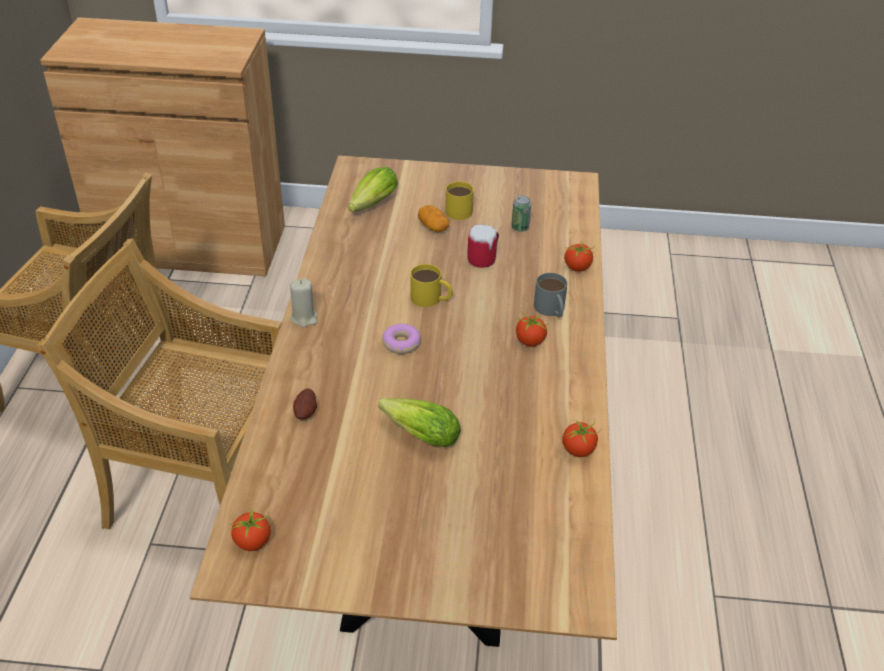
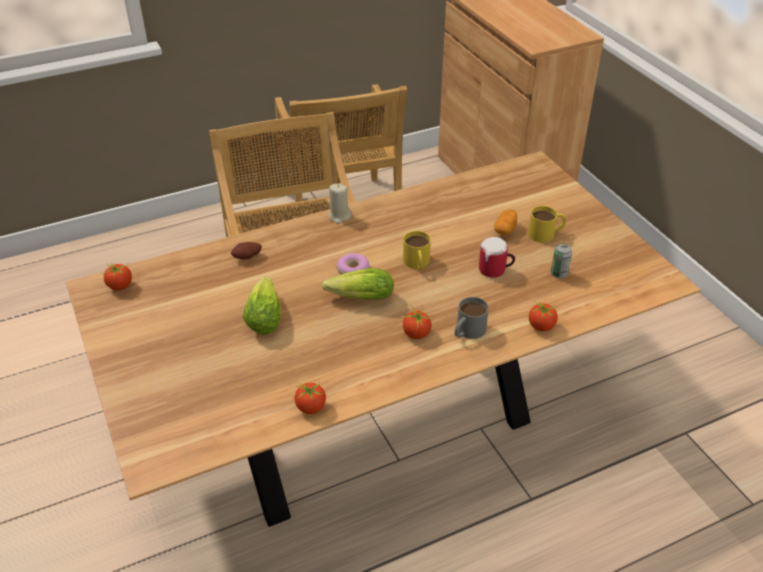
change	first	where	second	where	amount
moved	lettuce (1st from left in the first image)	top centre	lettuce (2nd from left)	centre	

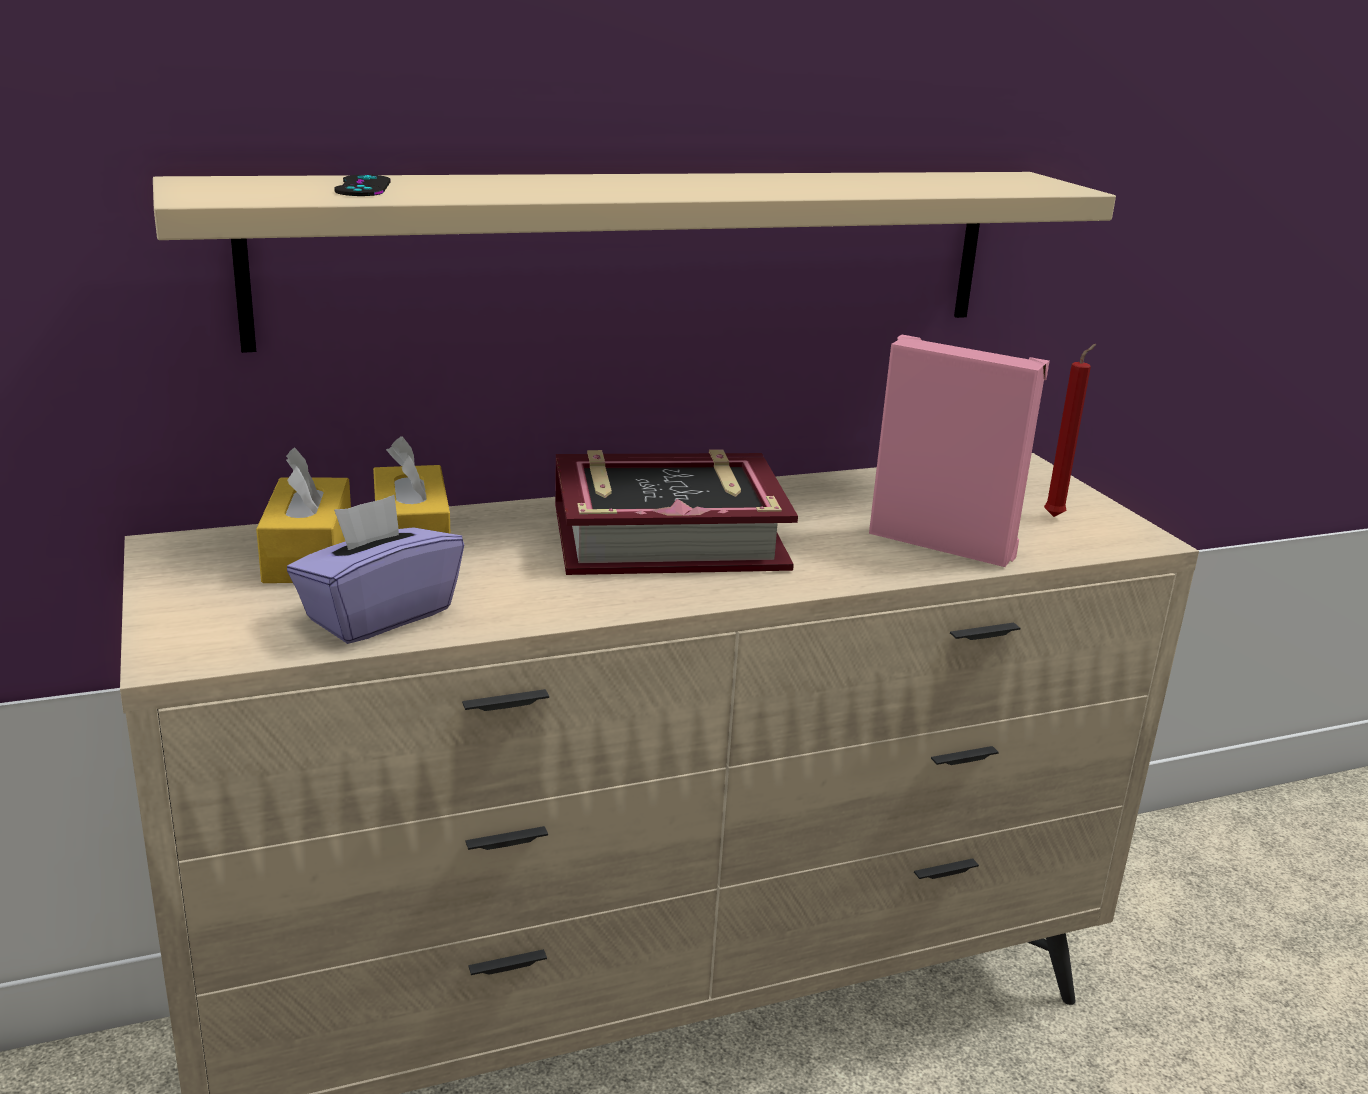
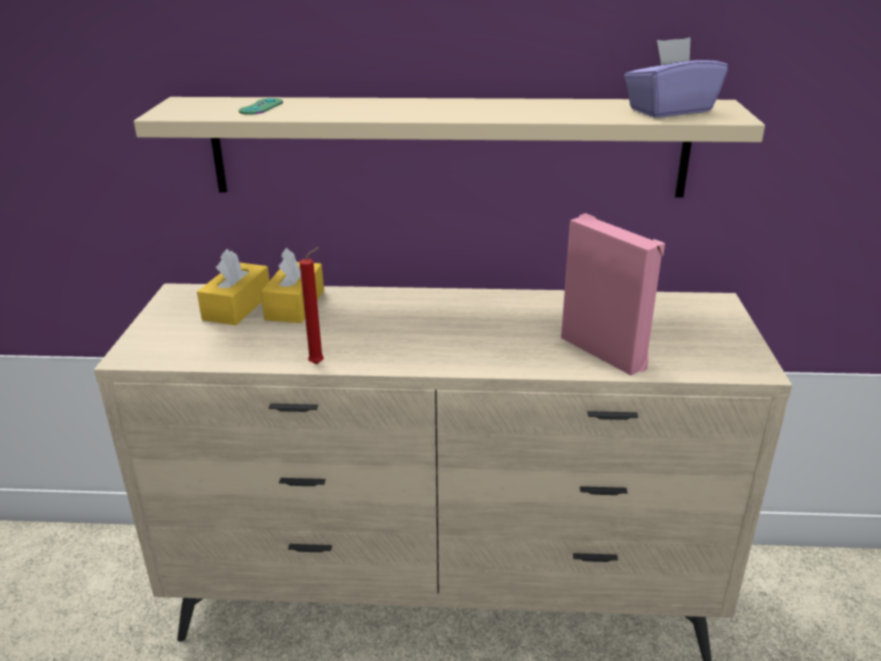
change	first	where	second	where	amount
recoloured	black_game_controller	top left	green_game_controller	top left	
moved	red_candle	middle right		centre	
removed	book	centre			
moved	purple_tissue_box	middle left		top right	

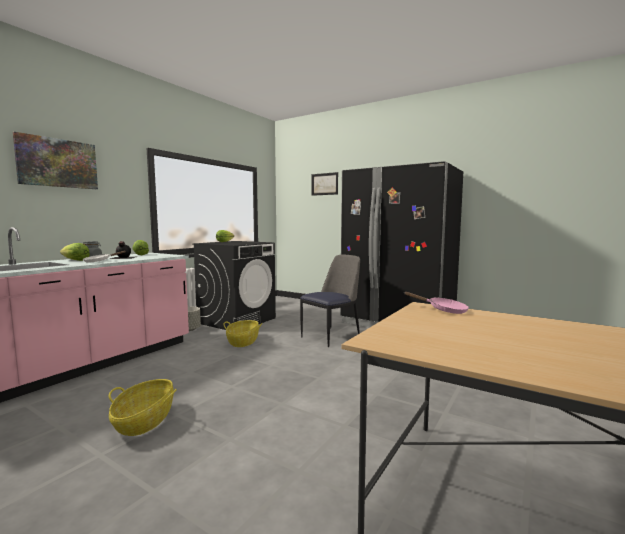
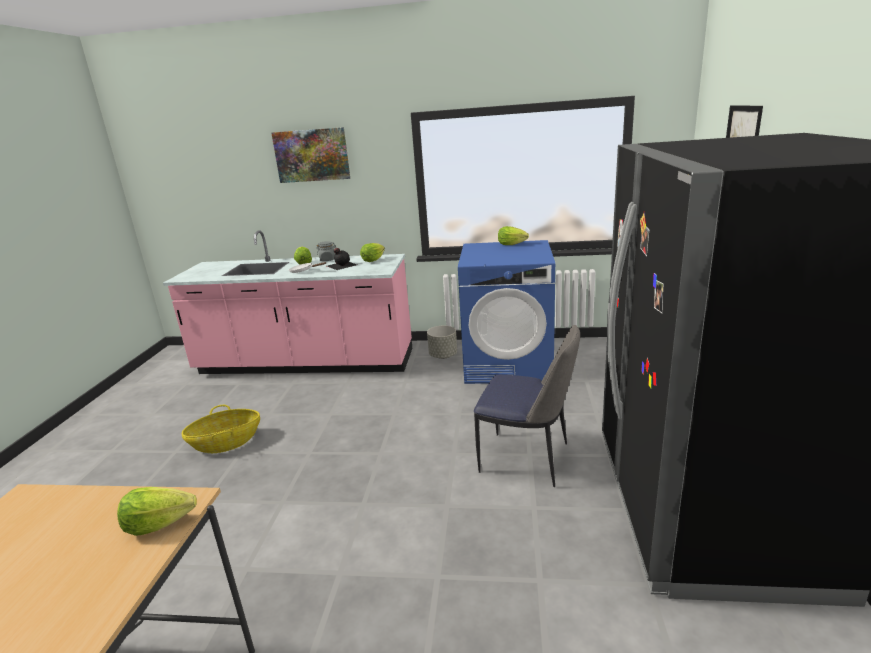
change	first	where	second	where	amount
recoloured	black_washing_machine	centre	blue_washing_machine	centre	
replaced	pink_frying_pan	middle right	lettuce (1st from left)	bottom left	
removed	basket (2nd from left)	centre			

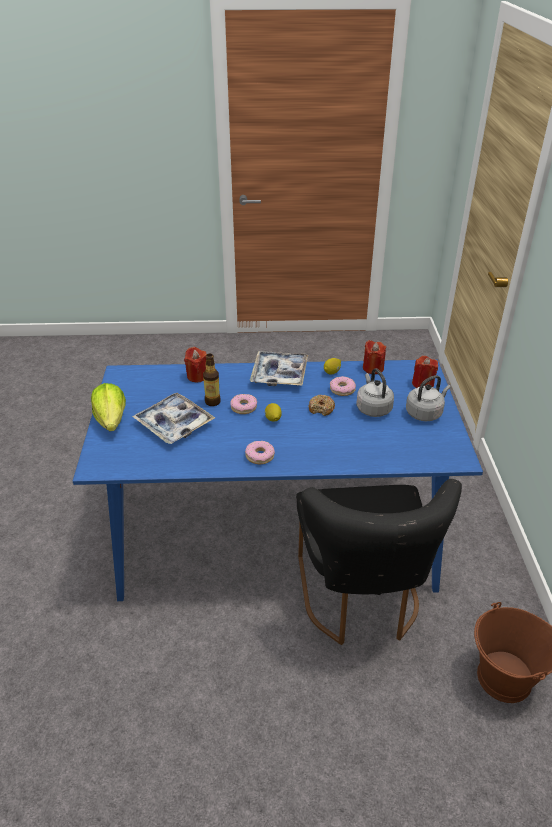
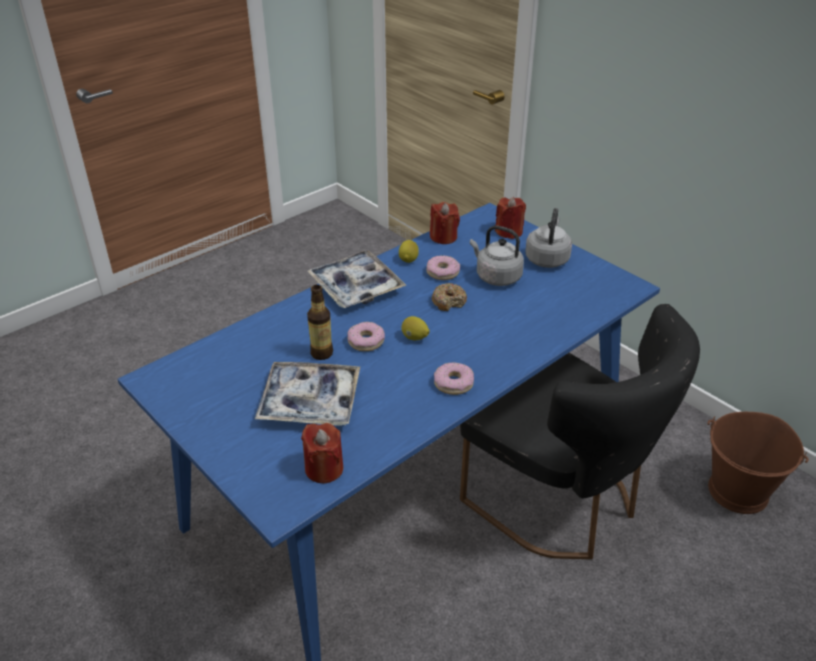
change	first	where	second	where	amount
moved	red_candle (1st from left)	centre		bottom centre	
removed	lettuce	middle left			

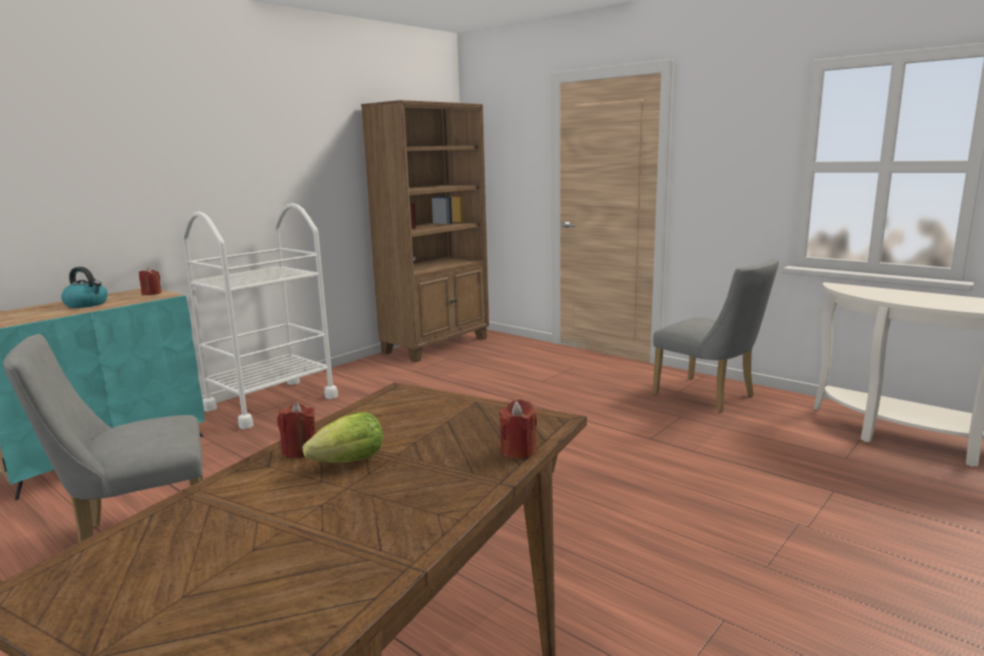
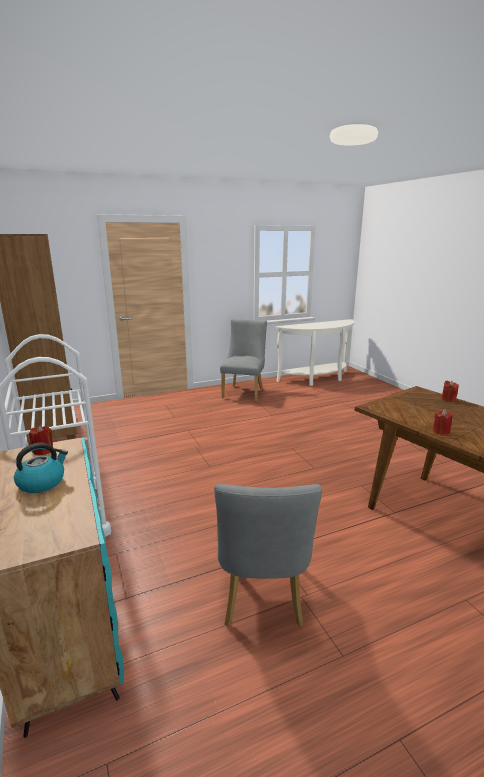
change	first	where	second	where	amount
turned	grey_chair (2nd from left in the first image)	middle right	grey_chair (1st from left)	centre	60 degrees counterclockwise
removed	lettuce	centre			

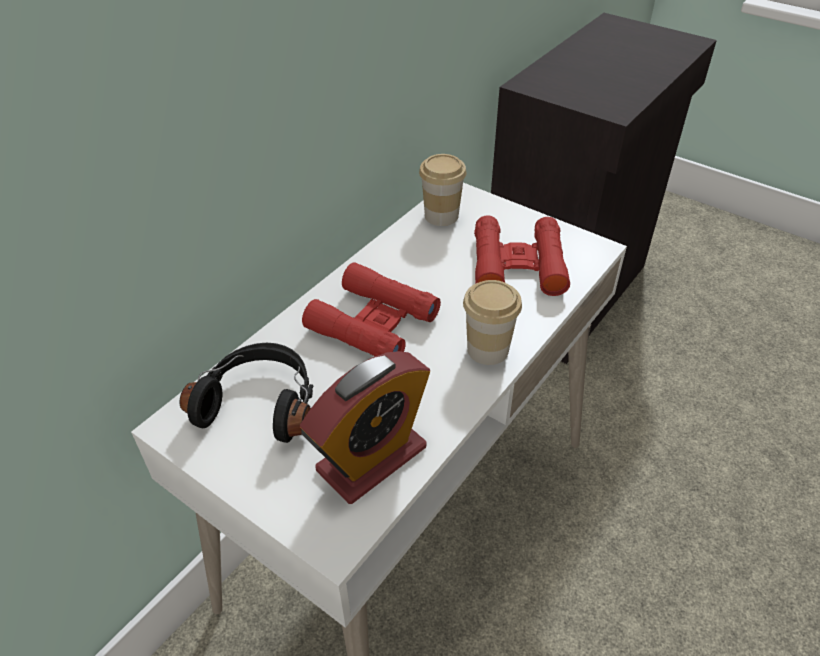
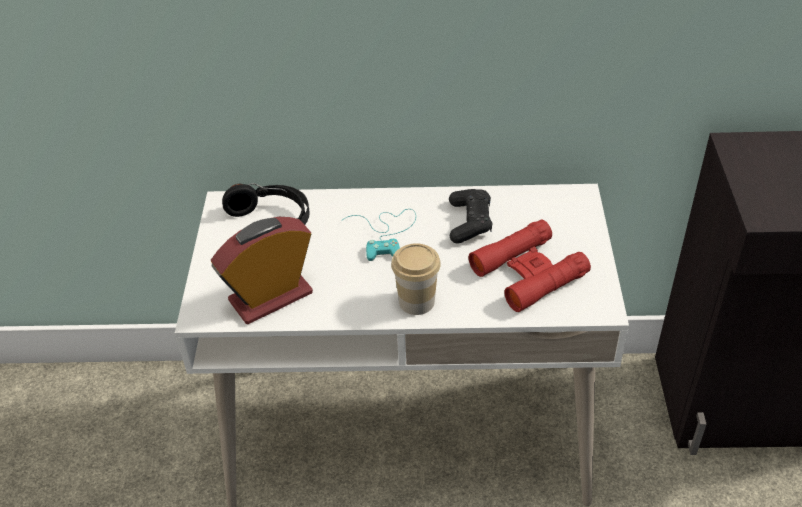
change	first	where	second	where	amount
removed	cup (1st from left)	top centre			
replaced	red_binoculars (1st from left)	centre	turquoise_game_controller	centre	
turned	alarm_clock	centre		middle left	135 degrees clockwise
added			black_game_controller	centre	

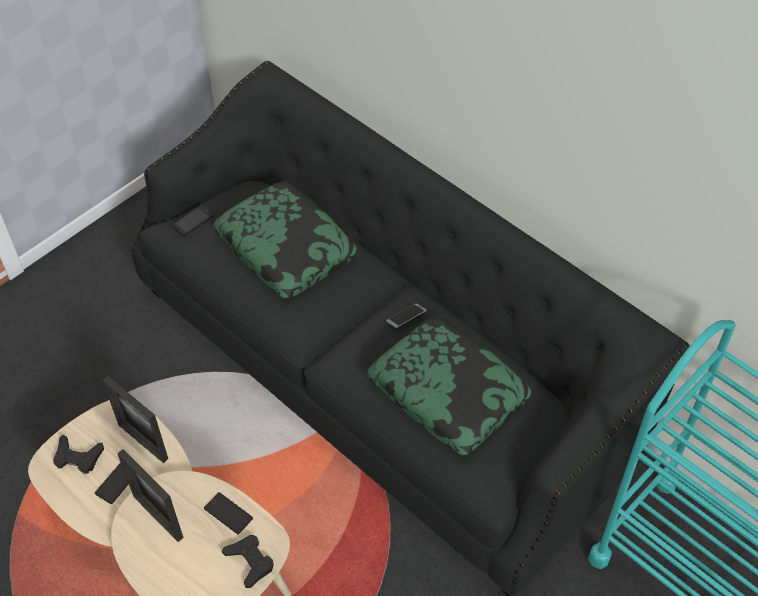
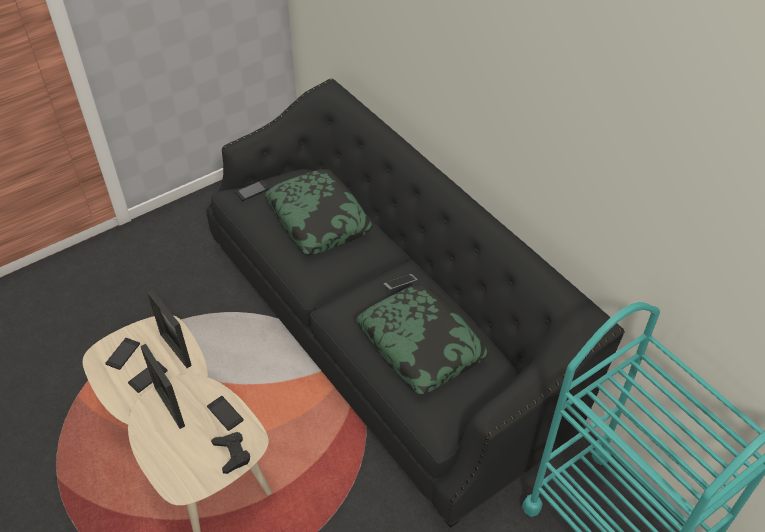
change	first	where	second	where	amount
replaced	black_game_controller (1st from left)	bottom left	phone (1st from left)	middle left	

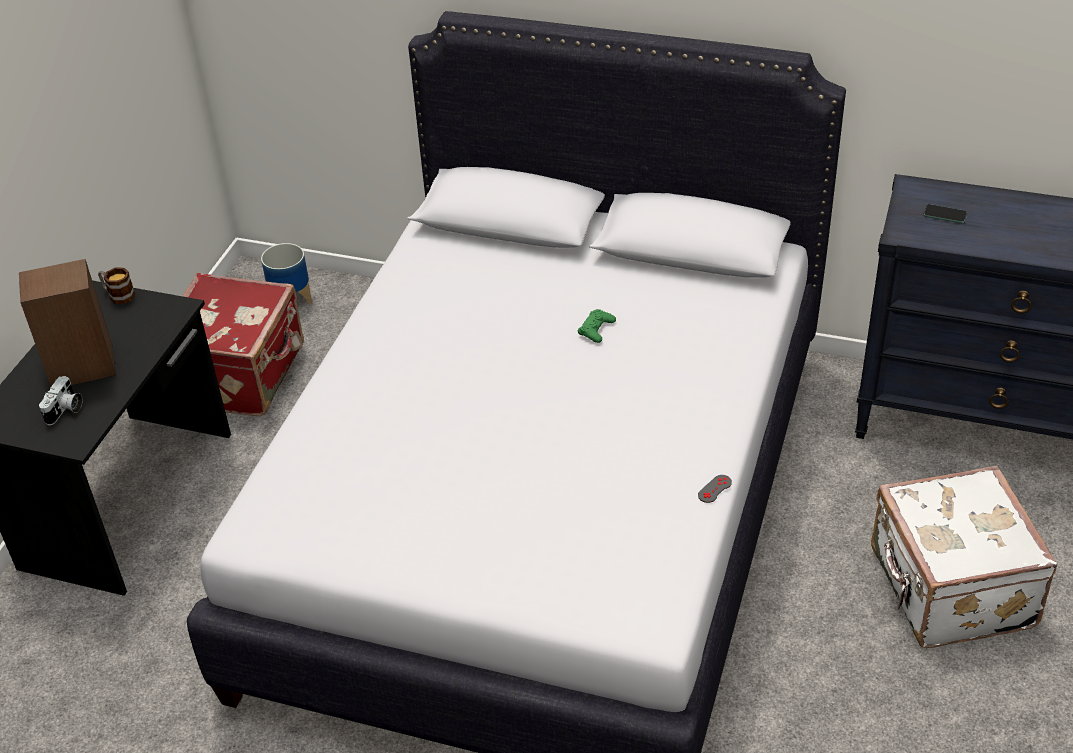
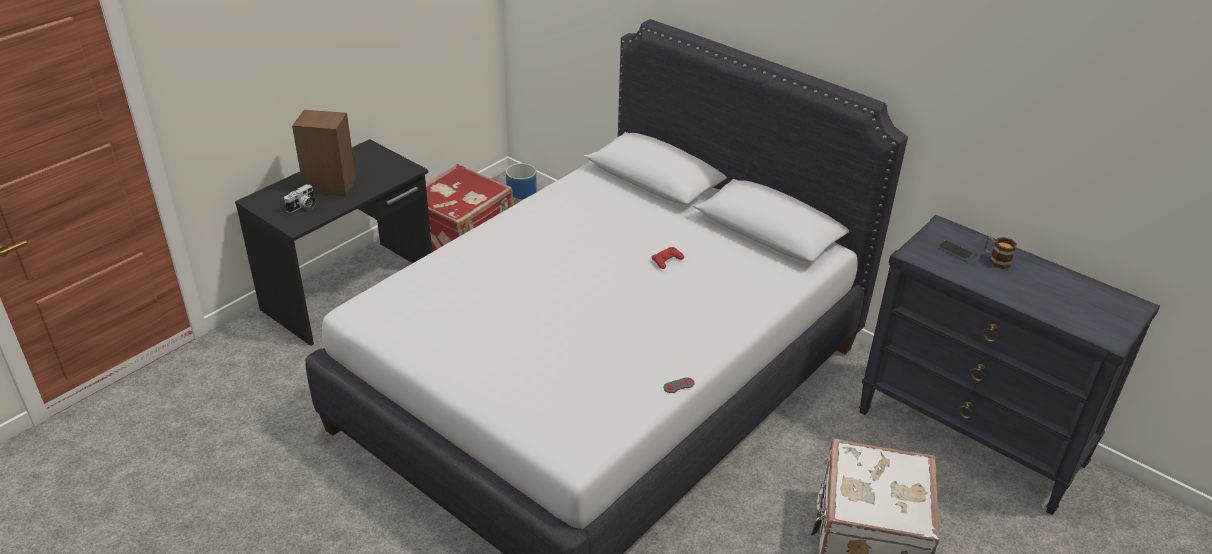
change	first	where	second	where	amount
moved	mug	middle left		middle right	
recoloured	green_game_controller	centre	red_game_controller	centre	

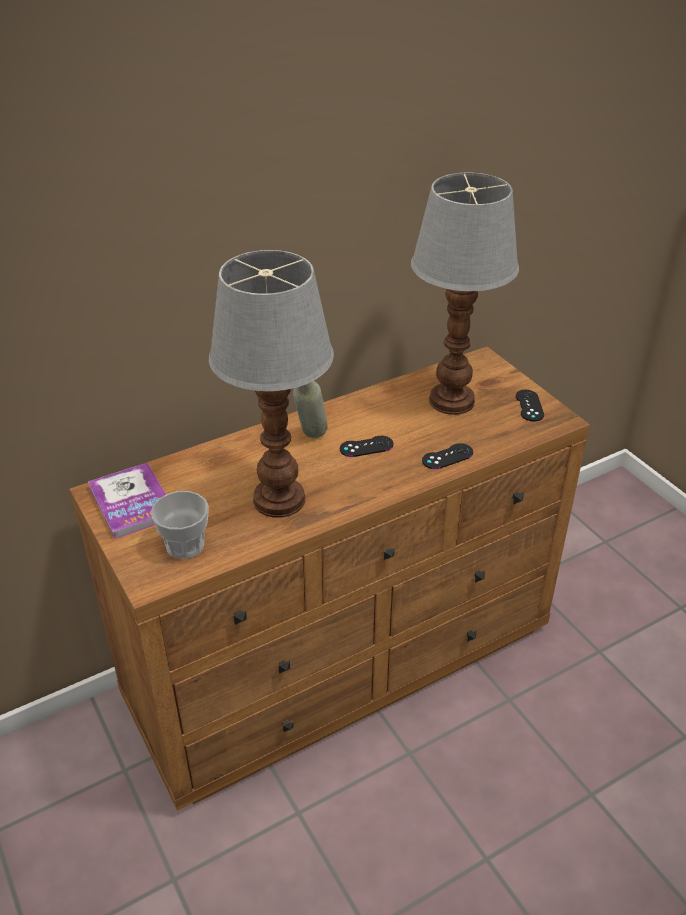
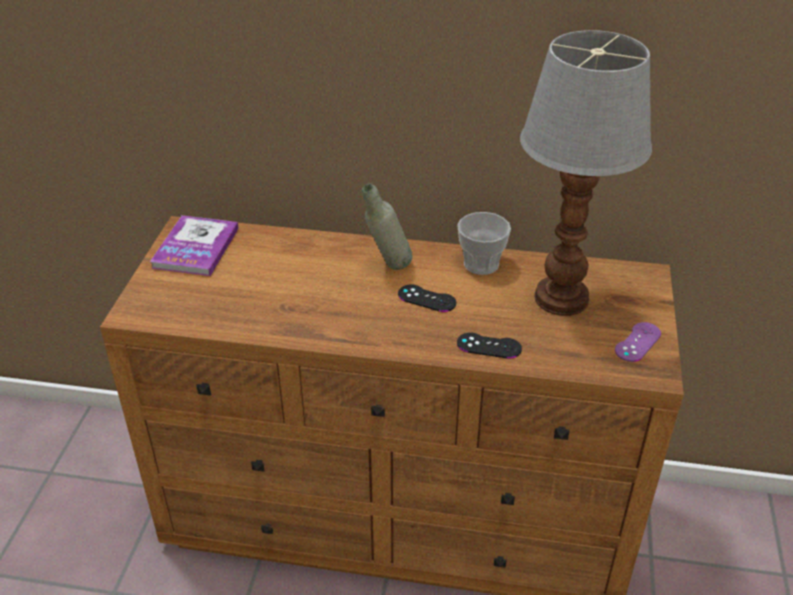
change	first	where	second	where	amount
removed	table_lamp (1st from left)	centre			
recoloured	black_game_controller (3rd from left)	middle right	purple_game_controller	middle right	
moved	cup	middle left		centre	

